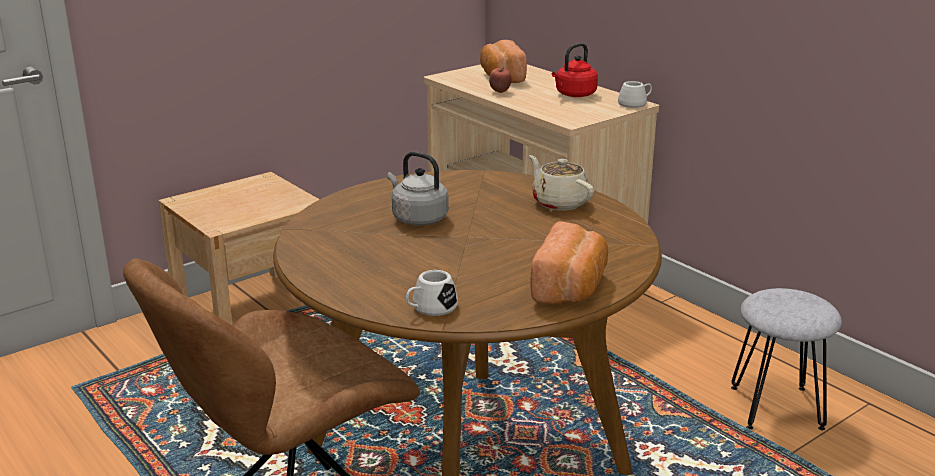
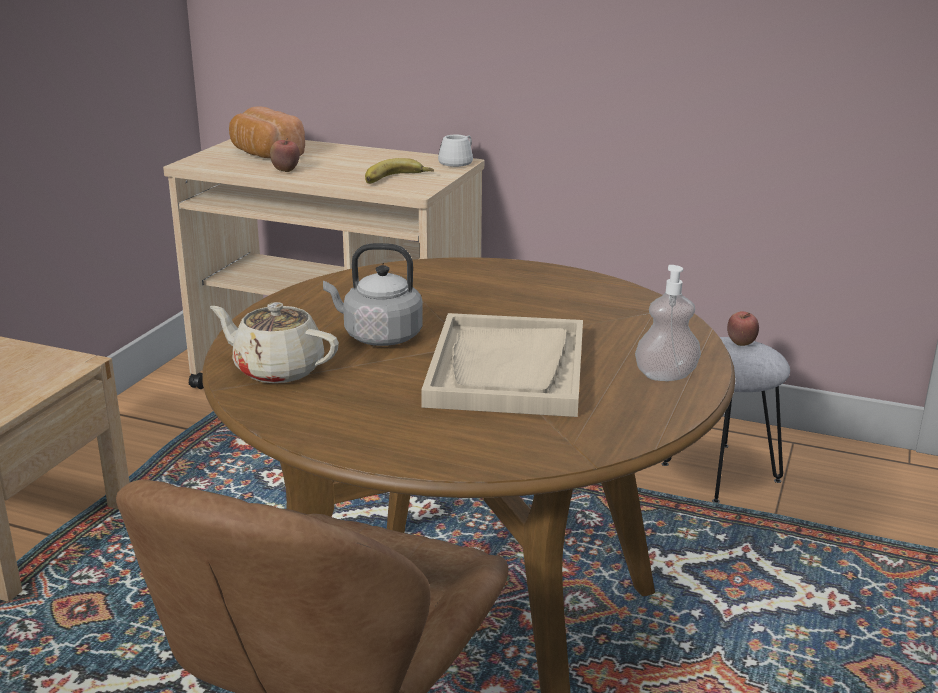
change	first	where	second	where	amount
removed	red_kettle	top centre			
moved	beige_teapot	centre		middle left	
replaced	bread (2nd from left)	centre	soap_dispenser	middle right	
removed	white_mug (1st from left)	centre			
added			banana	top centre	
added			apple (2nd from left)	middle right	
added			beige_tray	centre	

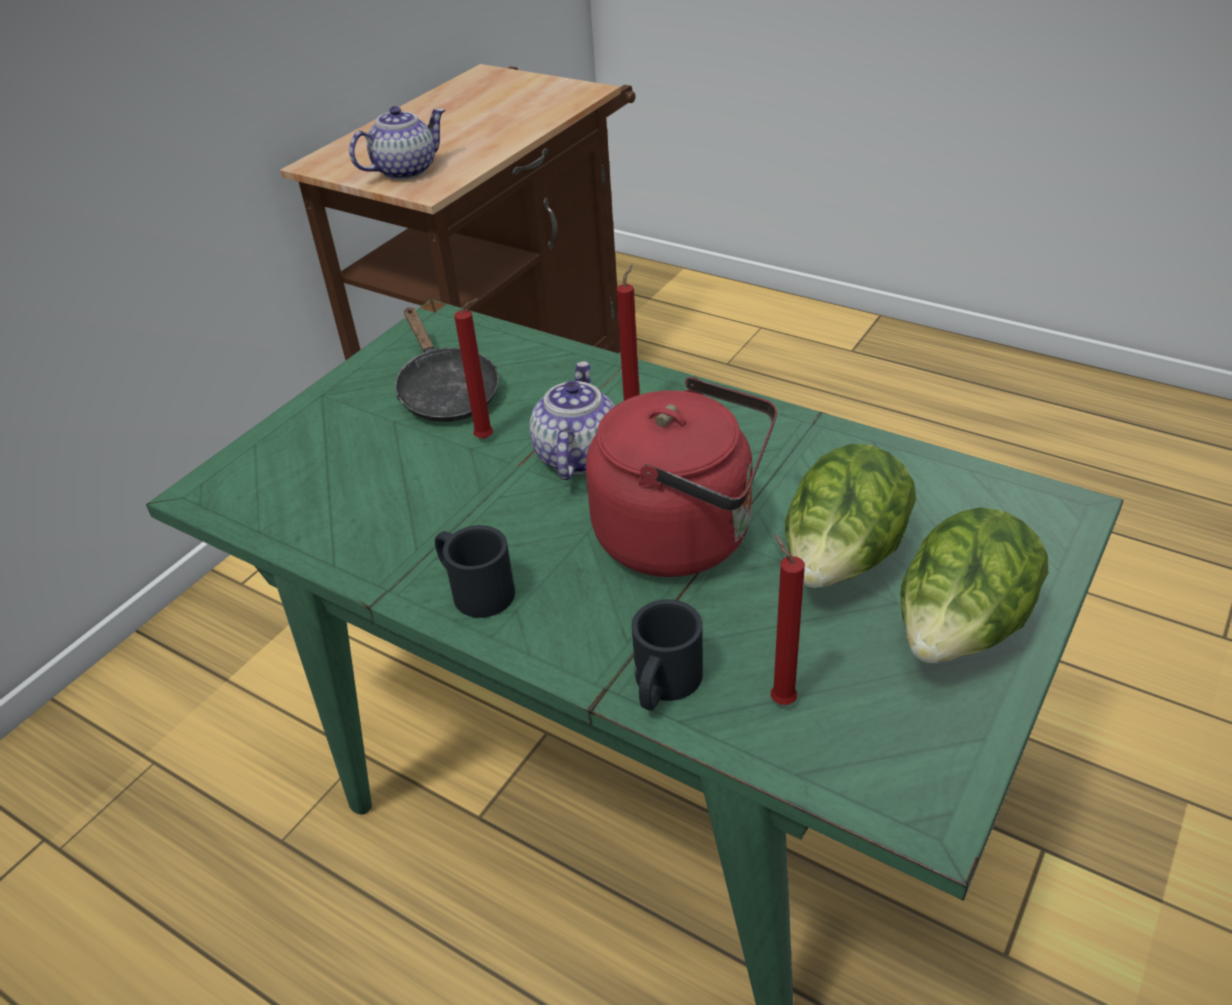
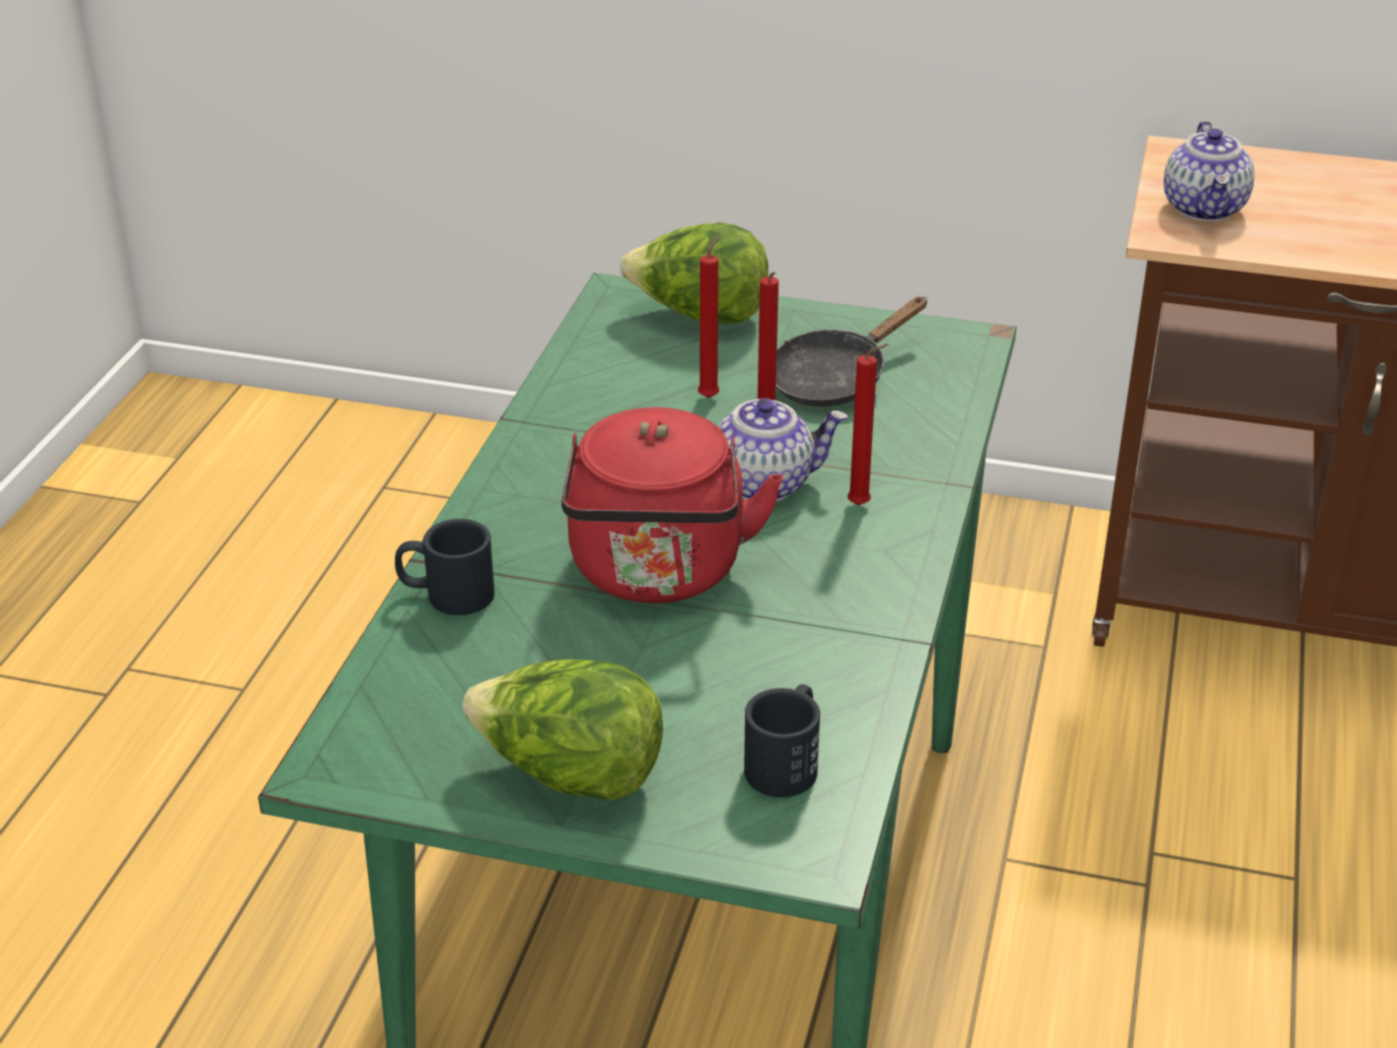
change	first	where	second	where	amount
turned	teapot (1st from left in the first image)	top left	teapot (2nd from left)	top right	60 degrees clockwise
moved	lettuce (1st from left in the first image)	middle right	lettuce (2nd from left)	top centre	
moved	black_mug (1st from left in the first image)	centre	black_mug (2nd from left)	bottom centre	
moved	red_candle (3rd from left in the first image)	centre	red_candle (1st from left)	top centre	

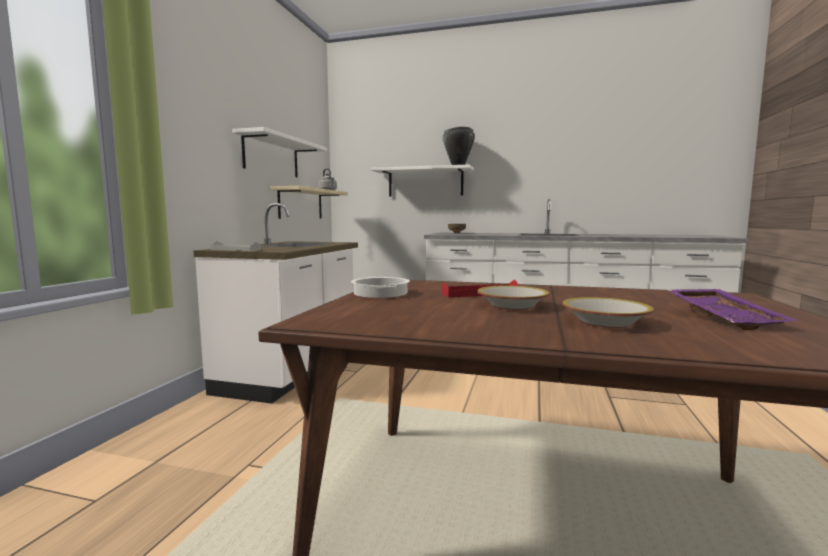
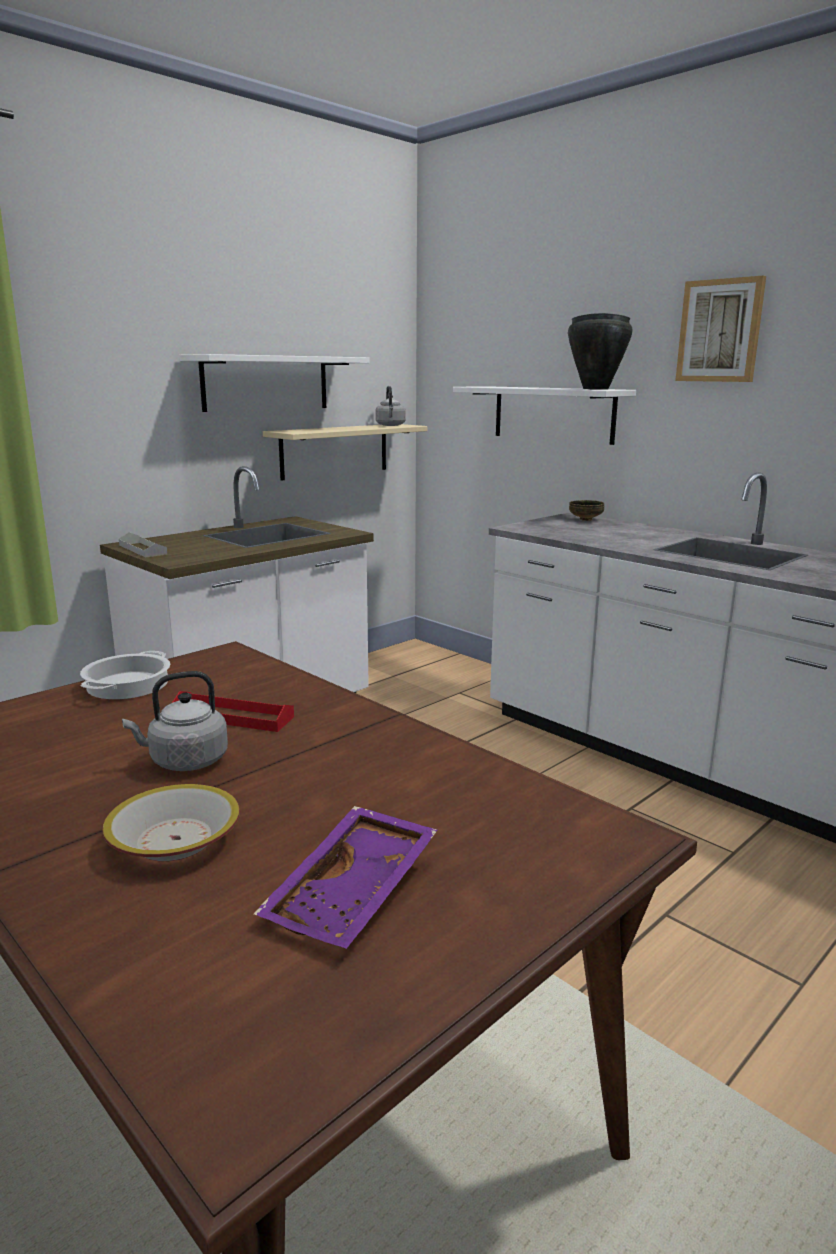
change	first	where	second	where	amount
replaced	bowl (2nd from left)	centre	grey_kettle (1st from left)	middle left	
added			picture	top right	

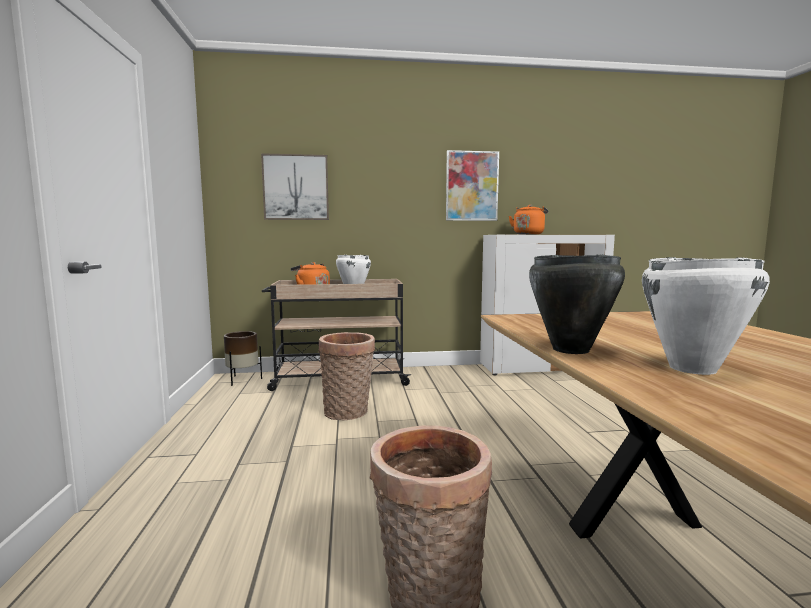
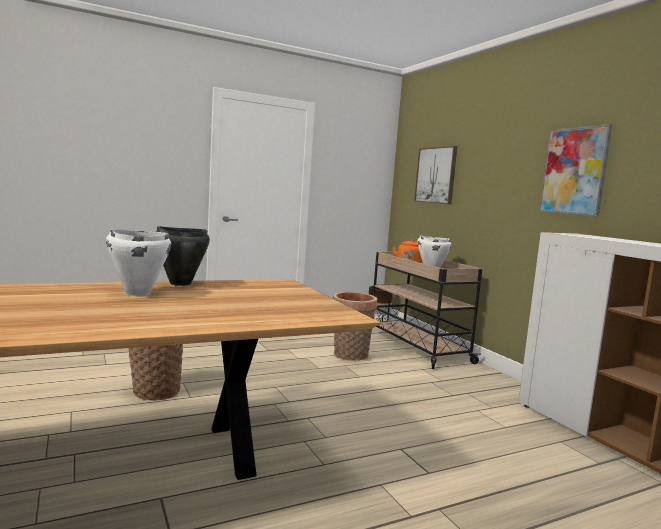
change	first	where	second	where	amount
removed	orange_kettle (2nd from left)	centre			

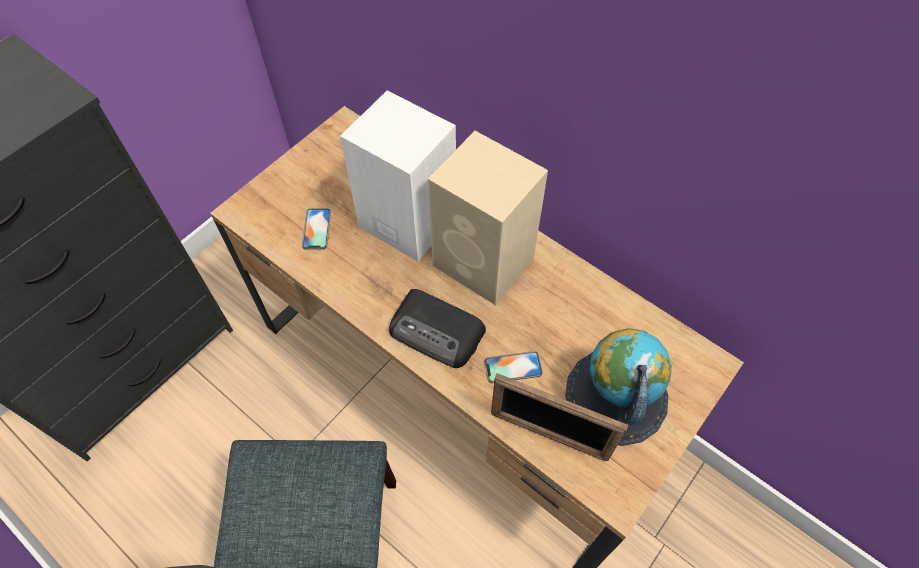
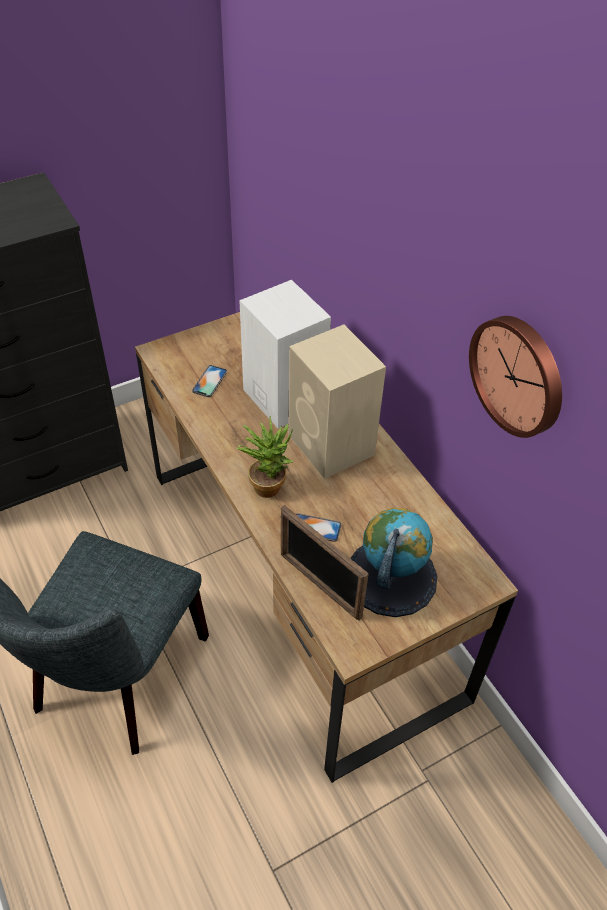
change	first	where	second	where	amount
replaced	radio	centre	potted_plant	centre	
added			wall_clock	middle right	

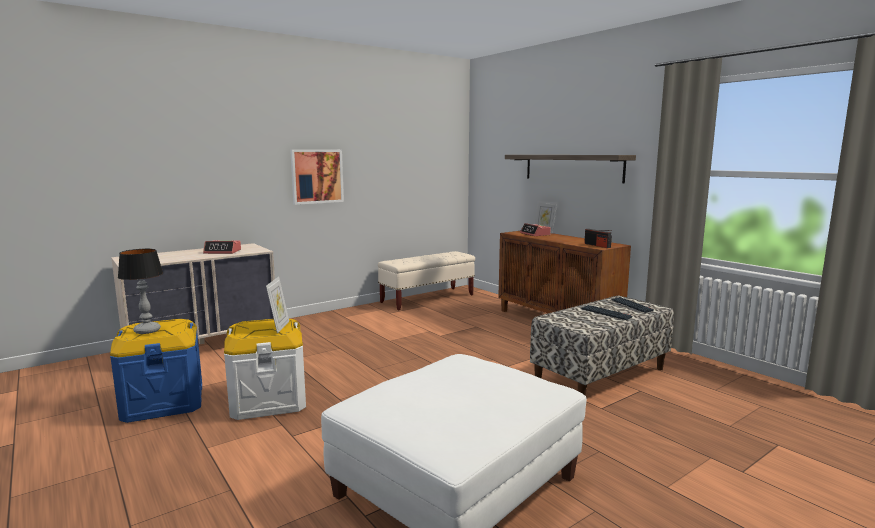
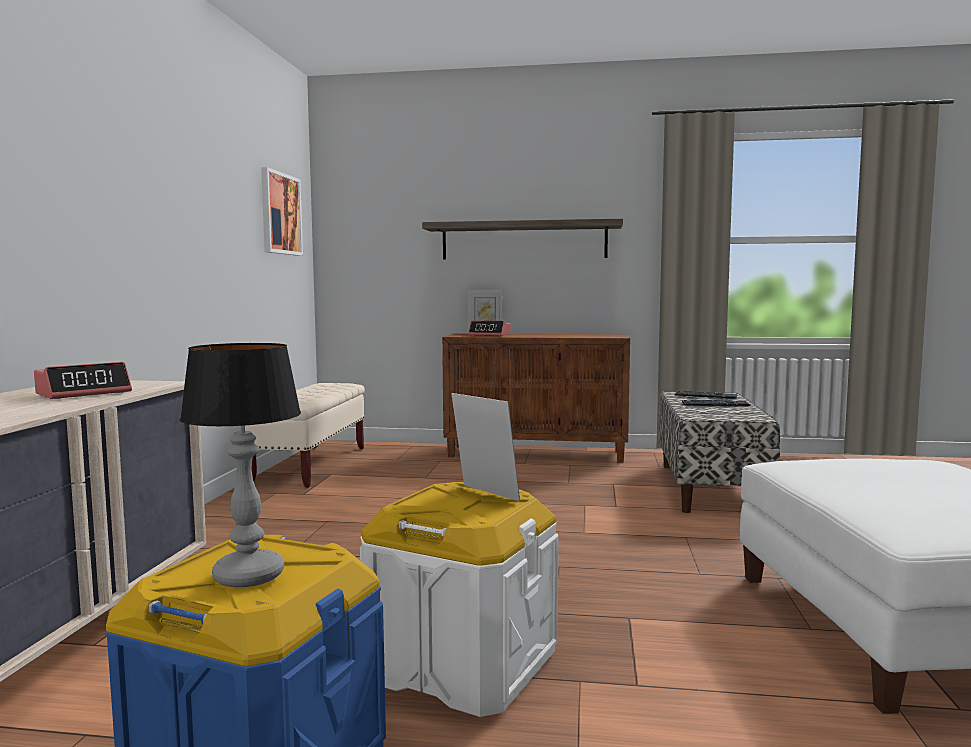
change	first	where	second	where	amount
moved	picture	centre		top left	
removed	radio	middle right			

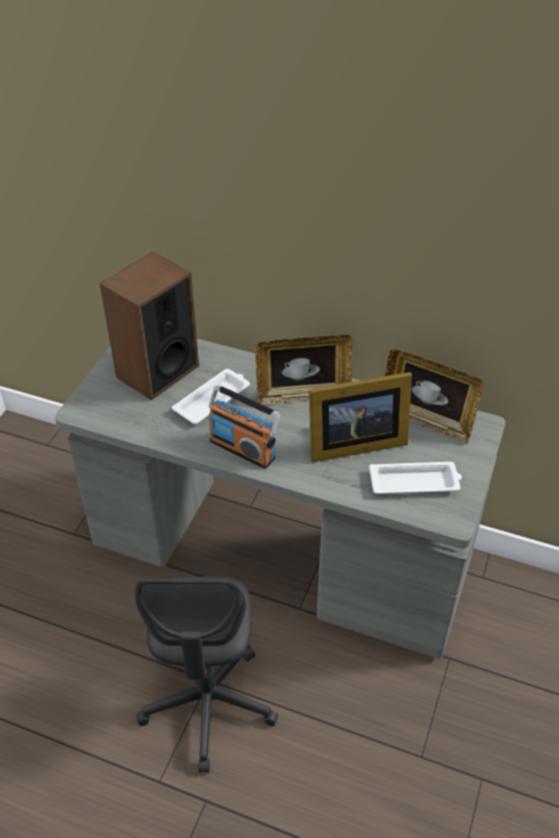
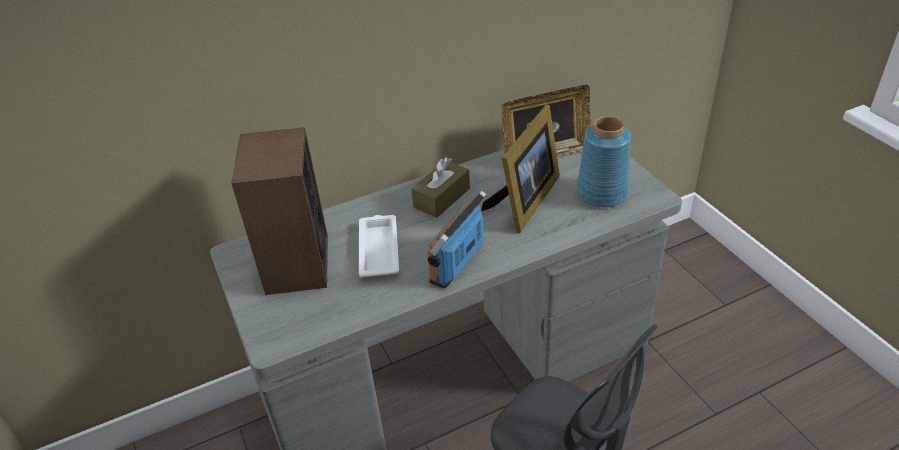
change	first	where	second	where	amount
replaced	picture_frame (1st from left)	centre	brown_tissue_box	centre	
turned	radio	centre		centre	135 degrees clockwise
replaced	white_tray (2nd from left)	middle right	blue_vase	middle right	

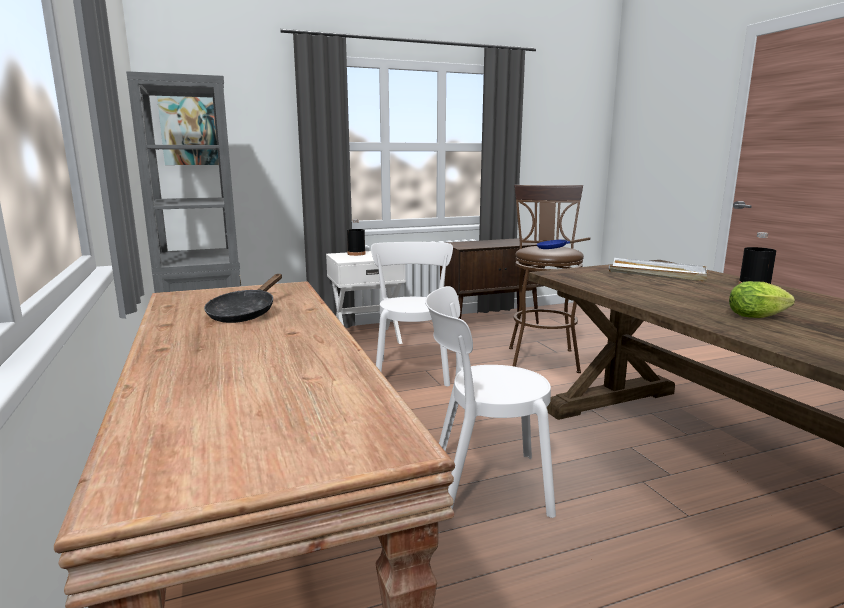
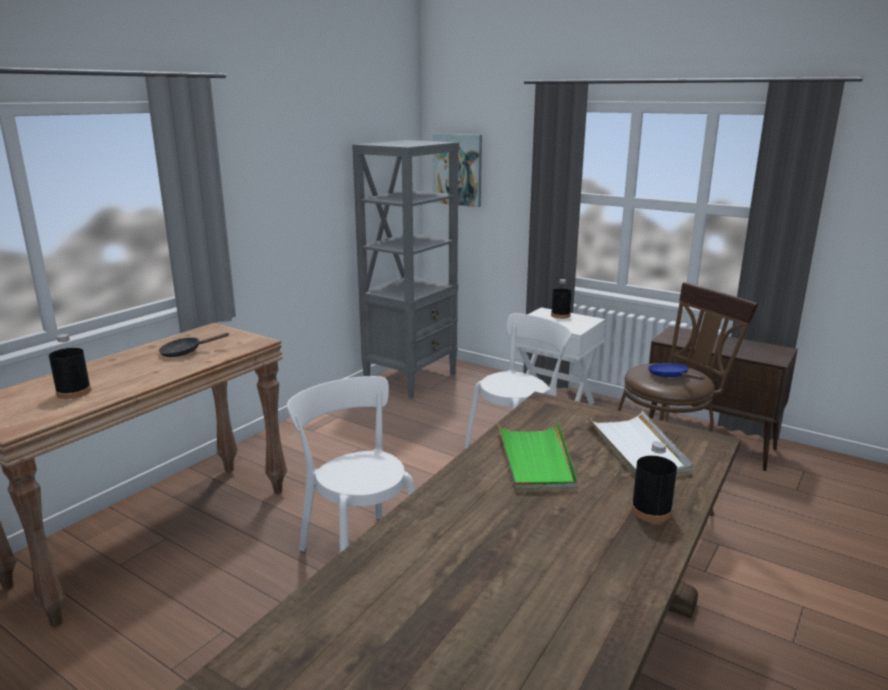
change	first	where	second	where	amount
removed	lettuce	middle right			
added			black_bottle (1st from left)	middle left	
added			green_tray	centre	

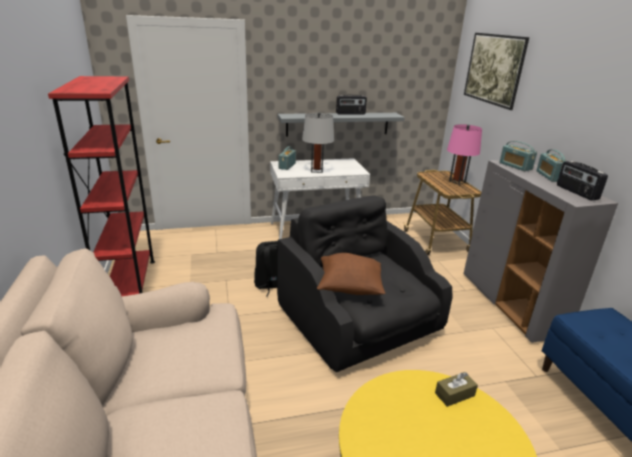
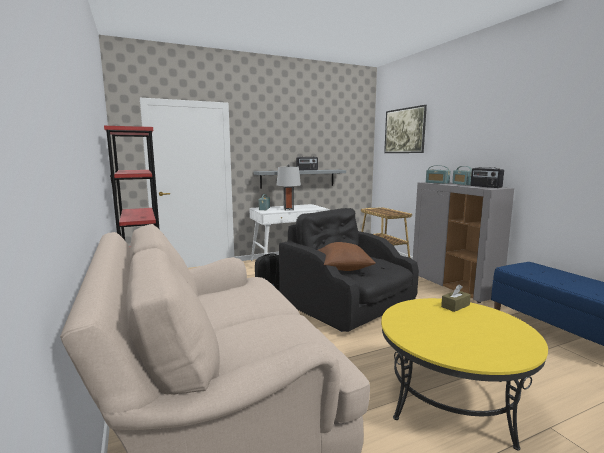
change	first	where	second	where	amount
removed	pink_table_lamp	middle right			

